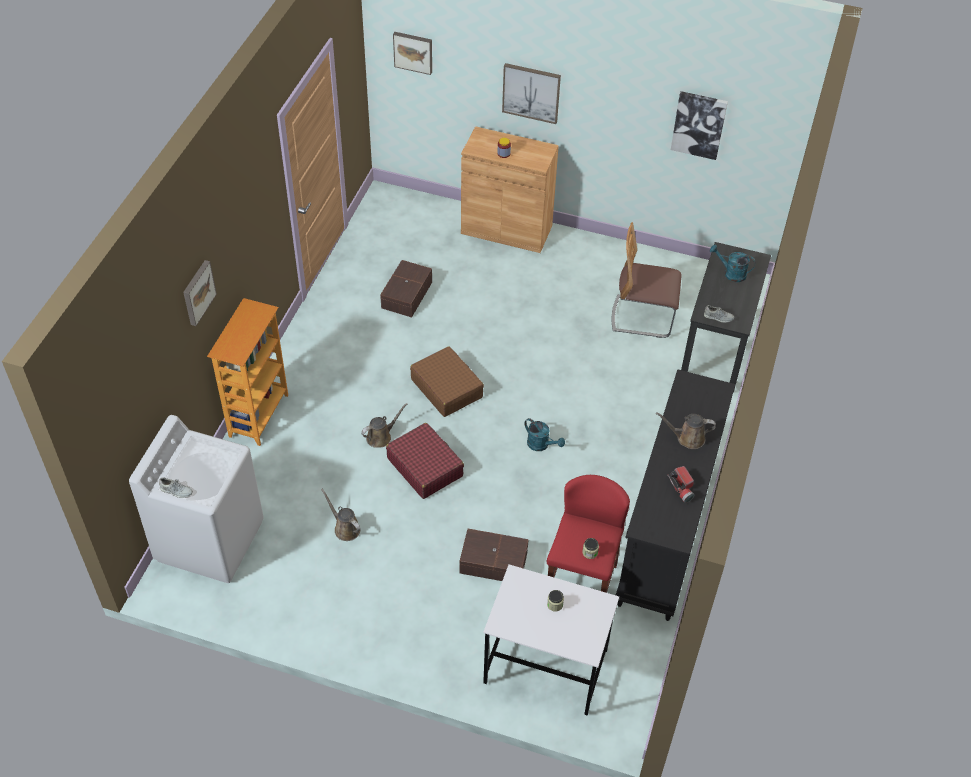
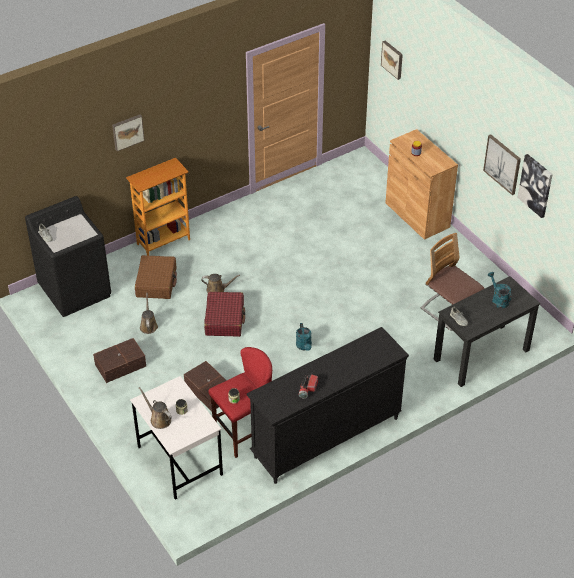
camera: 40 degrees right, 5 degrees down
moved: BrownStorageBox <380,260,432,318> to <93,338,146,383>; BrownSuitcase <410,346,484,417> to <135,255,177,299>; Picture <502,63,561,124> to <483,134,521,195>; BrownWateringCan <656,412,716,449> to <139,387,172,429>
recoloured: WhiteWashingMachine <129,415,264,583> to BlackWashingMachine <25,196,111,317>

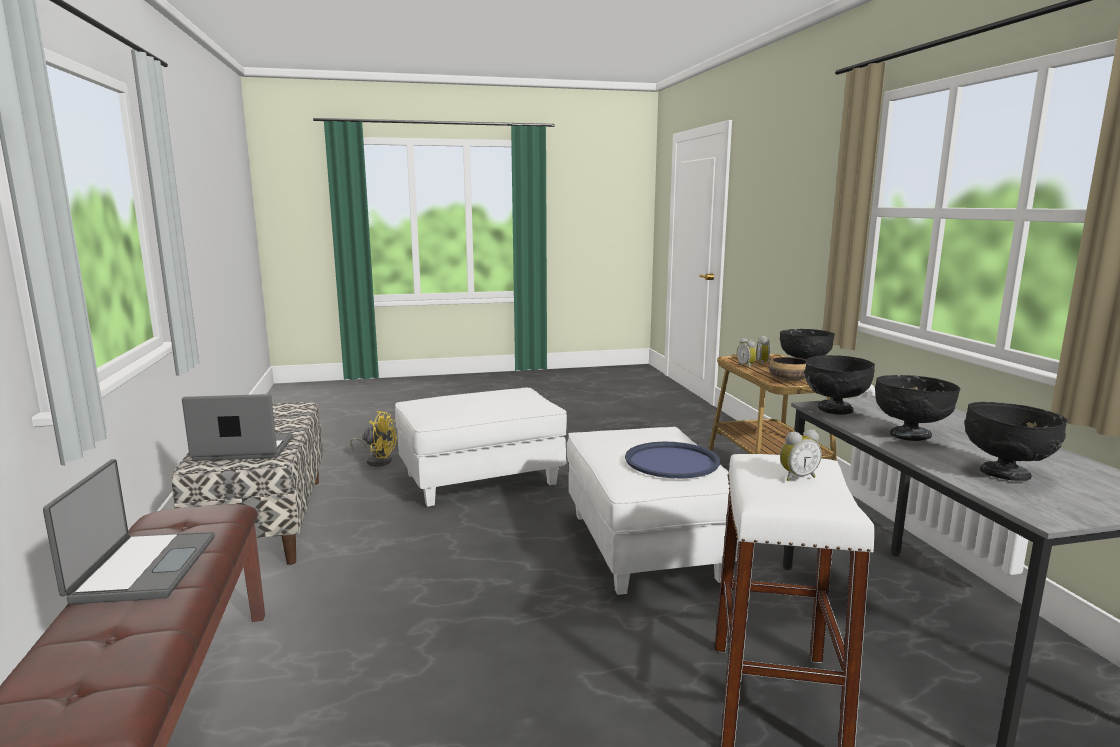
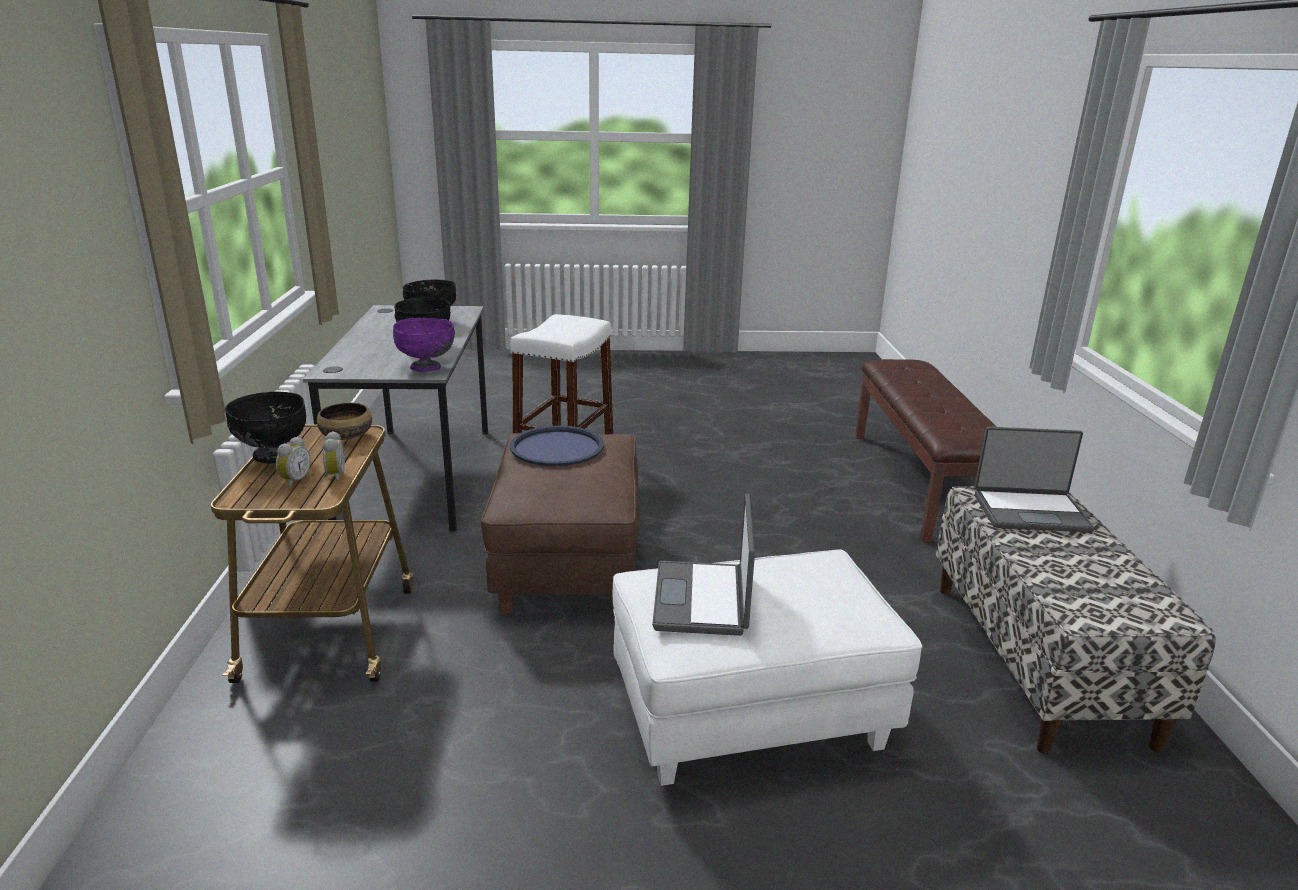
camera: 170 degrees left, 10 degrees up
removed: YellowFan <350,411,396,466>; AlarmClock <780,429,822,482>
moved: Laptop <43,459,215,604> to <652,494,755,636>
recoloured: WhiteOttoman <566,427,738,595> to BrownOttoman <481,433,639,614>; BlackBowl <804,355,875,414> to PurpleBowl <393,318,455,372>

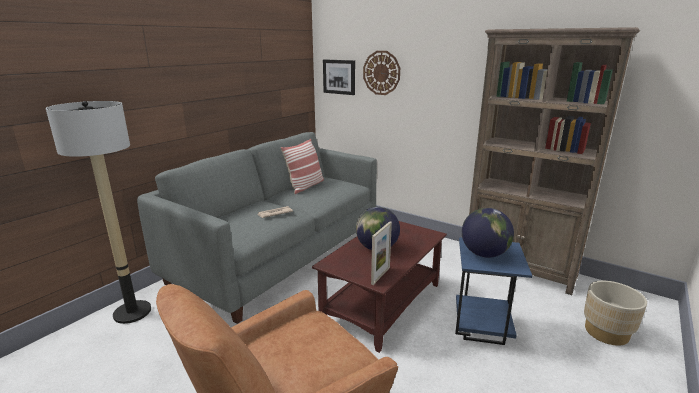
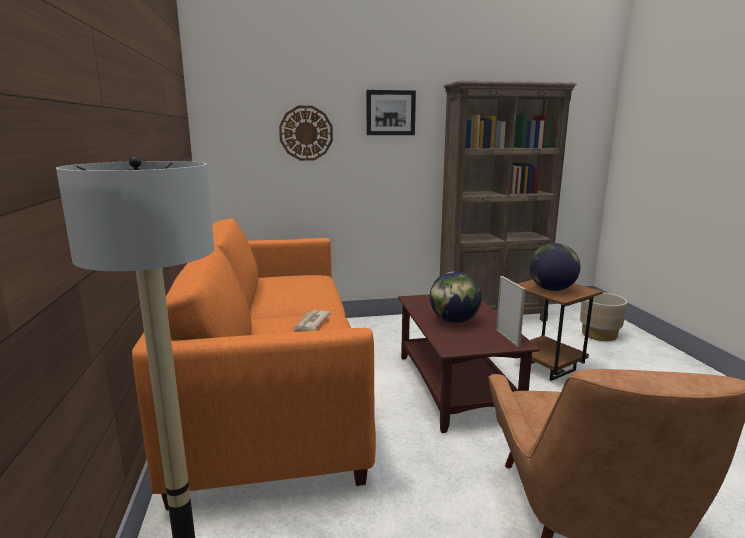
camera: 45 degrees left, 5 degrees down
removed: Pillow <281,139,324,194>
moved: Picture <323,59,355,95> to <366,90,416,135>
recoloured: GreySofa <137,132,377,324> to OrangeSofa <132,218,376,510>; BlueSideTable <455,237,532,345> to BrownSideTable <517,280,603,381>

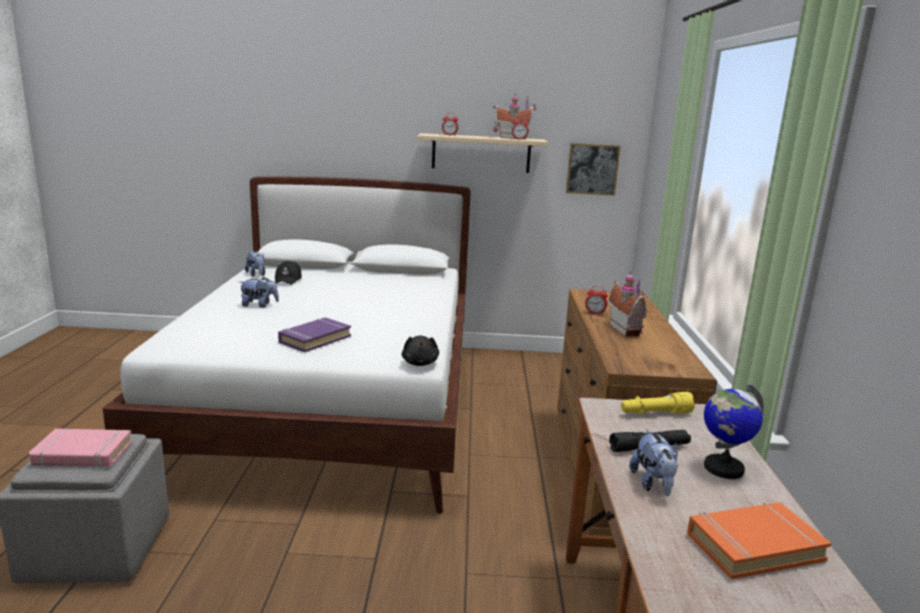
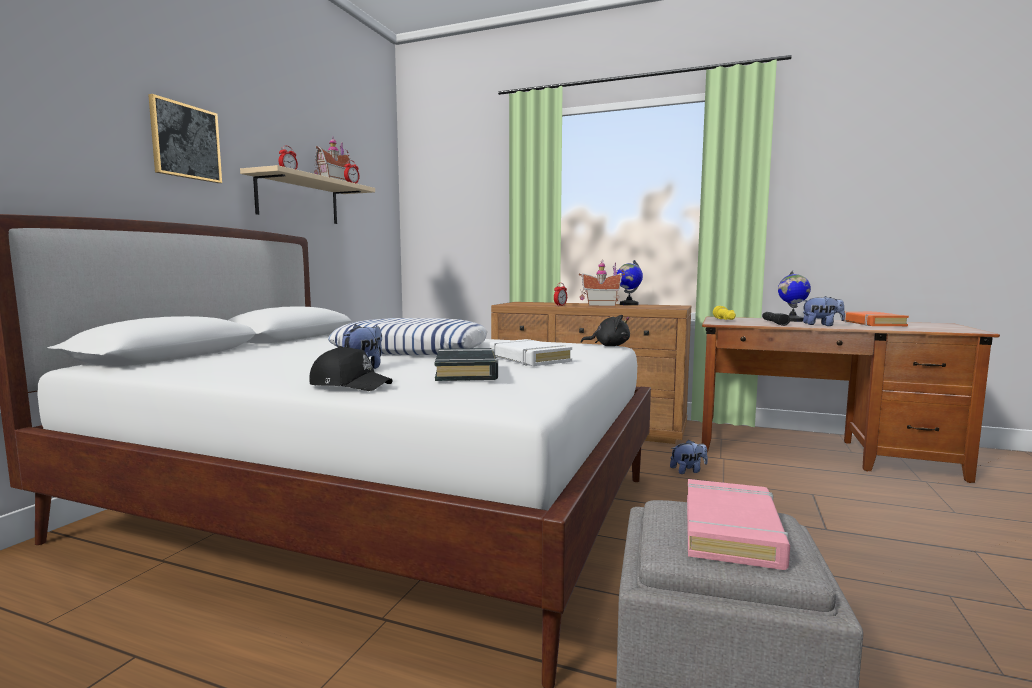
camera: 70 degrees left, 10 degrees down
added: Pillow <328,318,487,355>; BlackBook <435,348,498,381>; Globe <617,260,643,305>
moved: PlushToy <245,251,265,277> to <670,440,708,474>; BlackCap <275,261,302,285> to <309,346,393,391>; Picture <566,143,621,196> to <148,94,222,183>
recoloured: PurpleBook <278,317,351,353> to WhiteBook <490,339,572,366>

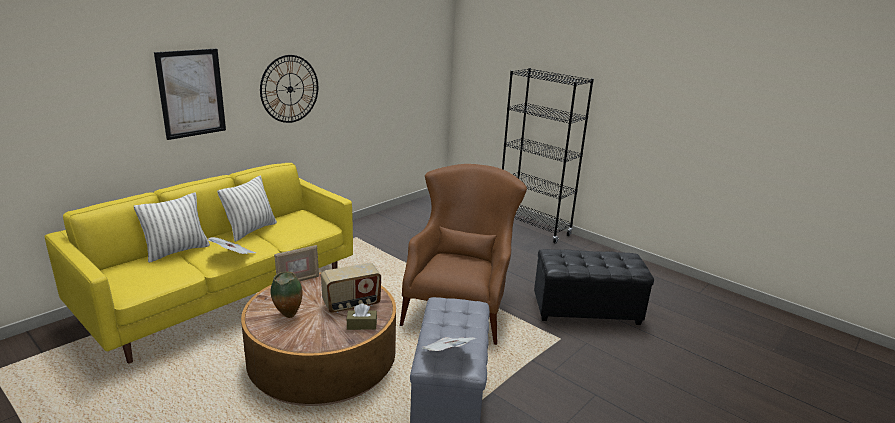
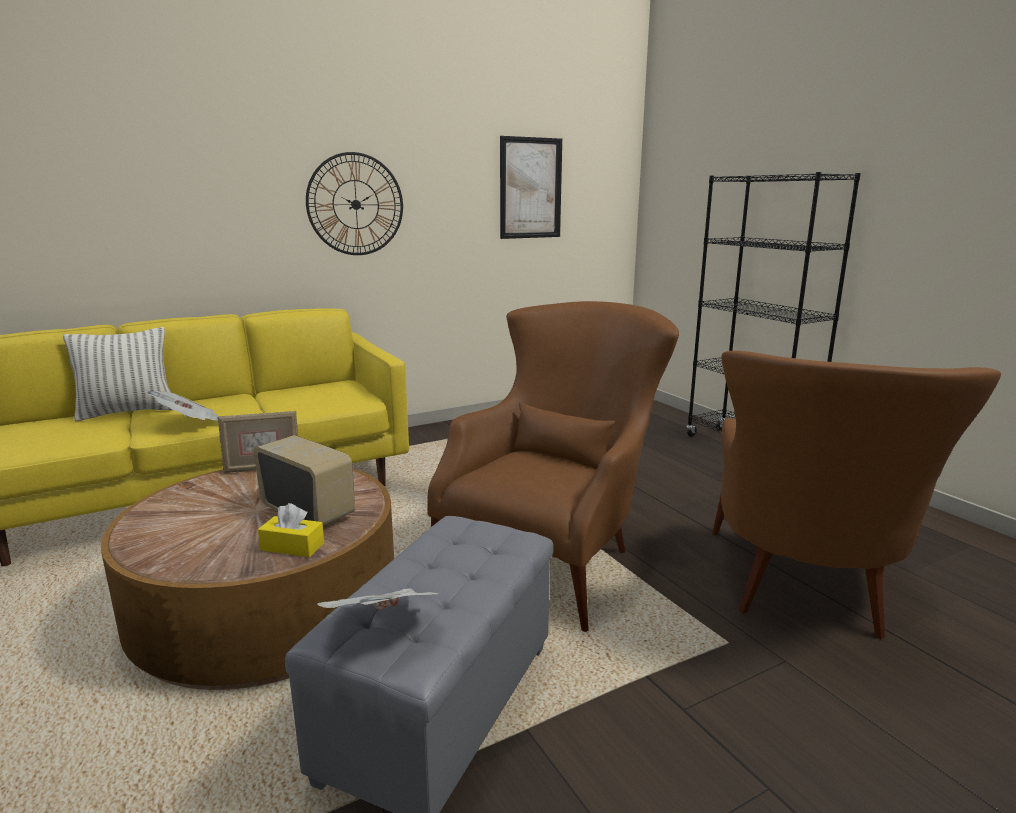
camera: 20 degrees right, 5 degrees down
removed: Pillow <217,176,277,242>; Vase <270,271,302,318>
moved: Picture <154,49,226,140> to <500,136,562,239>
replaced: BlackOttoman <534,249,654,325> to BrownArmchair <712,351,1001,639>
recoloured: BrownTissueBox <346,303,377,330> to YellowTissueBox <258,503,324,557>
turned: Radio <321,263,381,313> = <254,435,355,526> 135 degrees counterclockwise

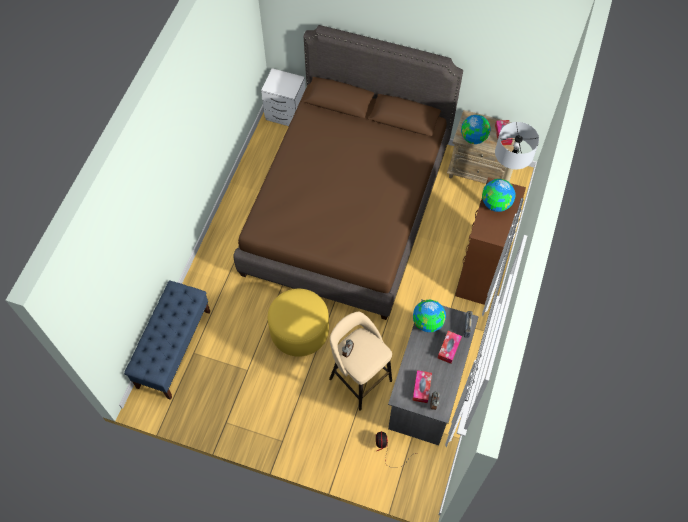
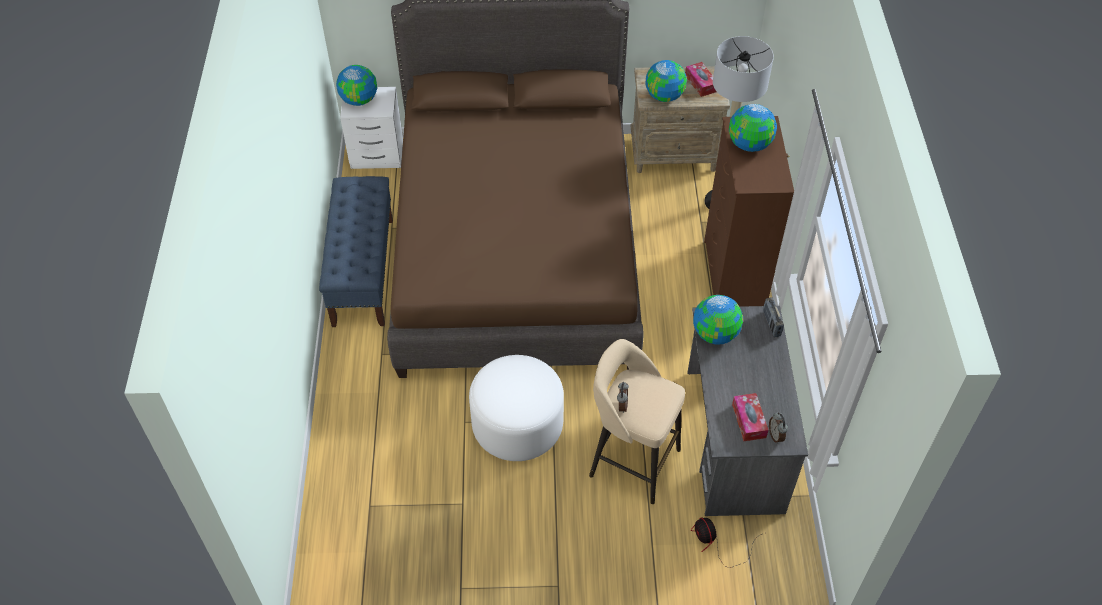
camera: 20 degrees left, 10 degrees down
removed: TissueBox <438,331,462,364>
added: Globe <336,65,377,106>
moved: BlueBench <124,281,210,400> to <319,176,393,327>
recoloured: YellowOttoman <268,289,329,357> to WhiteOttoman <469,355,564,461>

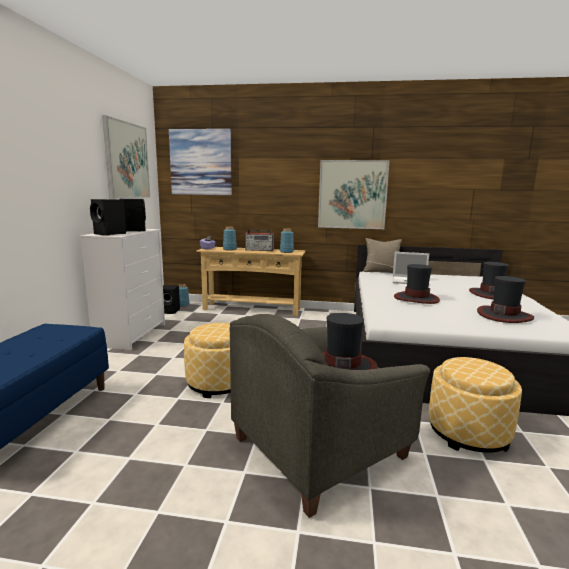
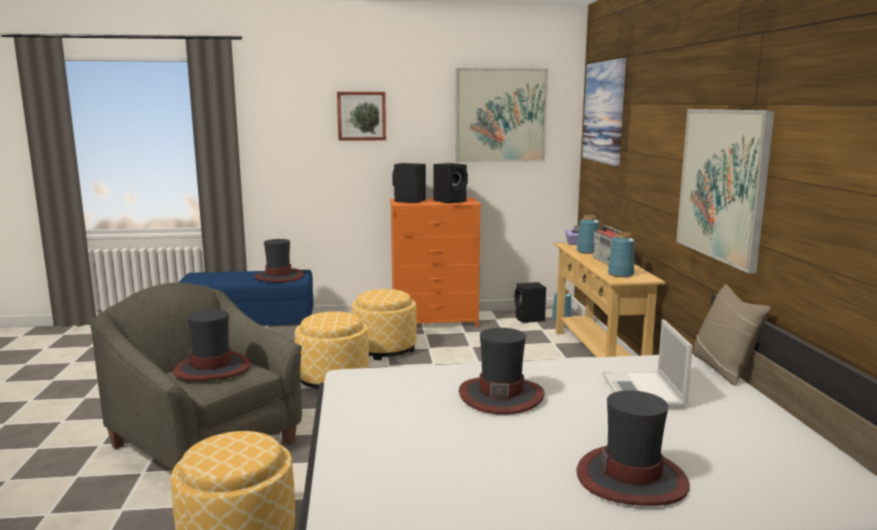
camera: 75 degrees right, 0 degrees up
added: Picture <337,92,386,141>; Ottoman <352,289,417,360>
moved: Hat <477,276,534,323> to <254,239,303,282>
recoloured: WhiteDresser <80,229,165,350> to OrangeDresser <390,198,481,327>

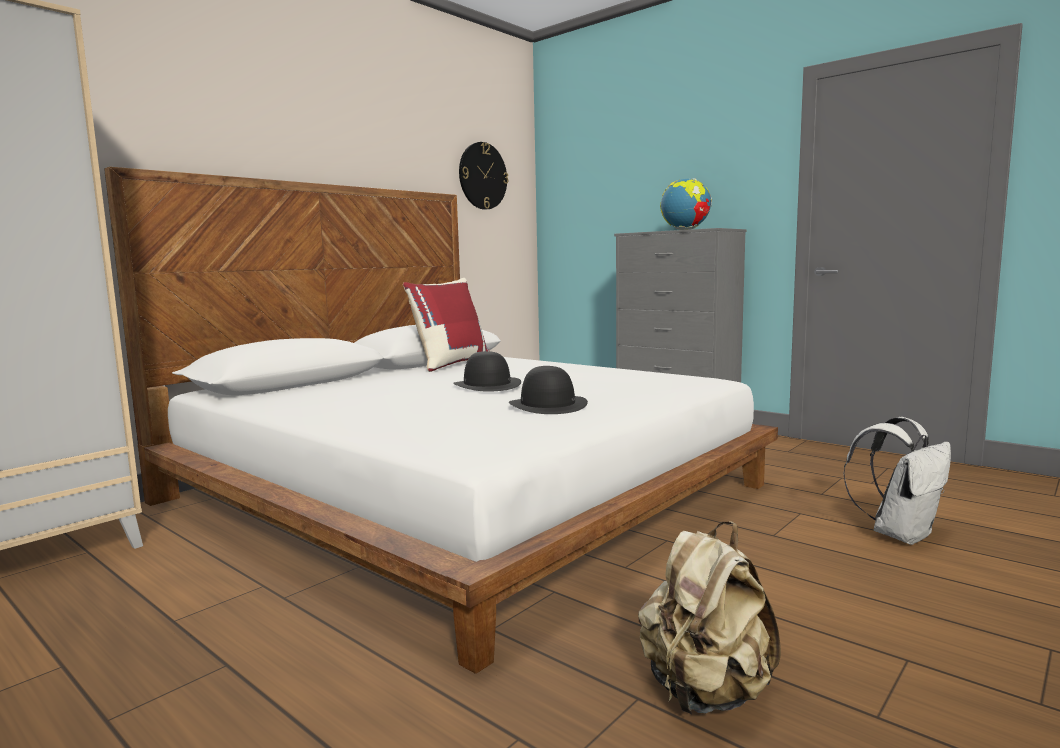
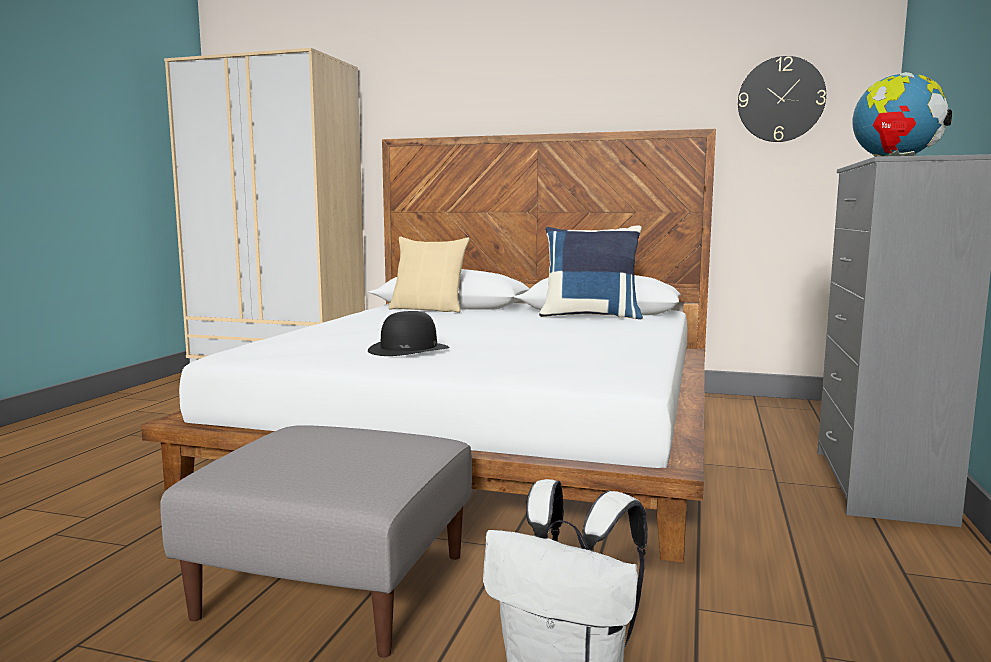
camera: 65 degrees right, 0 degrees up
removed: BlackHat <453,351,521,392>; BeigeBackpack <638,522,781,714>
added: GreyOttoman <160,425,472,657>; BeigePillow <389,237,470,313>
recoloured: RedPillow <403,278,489,372> to BluePillow <539,226,643,319>

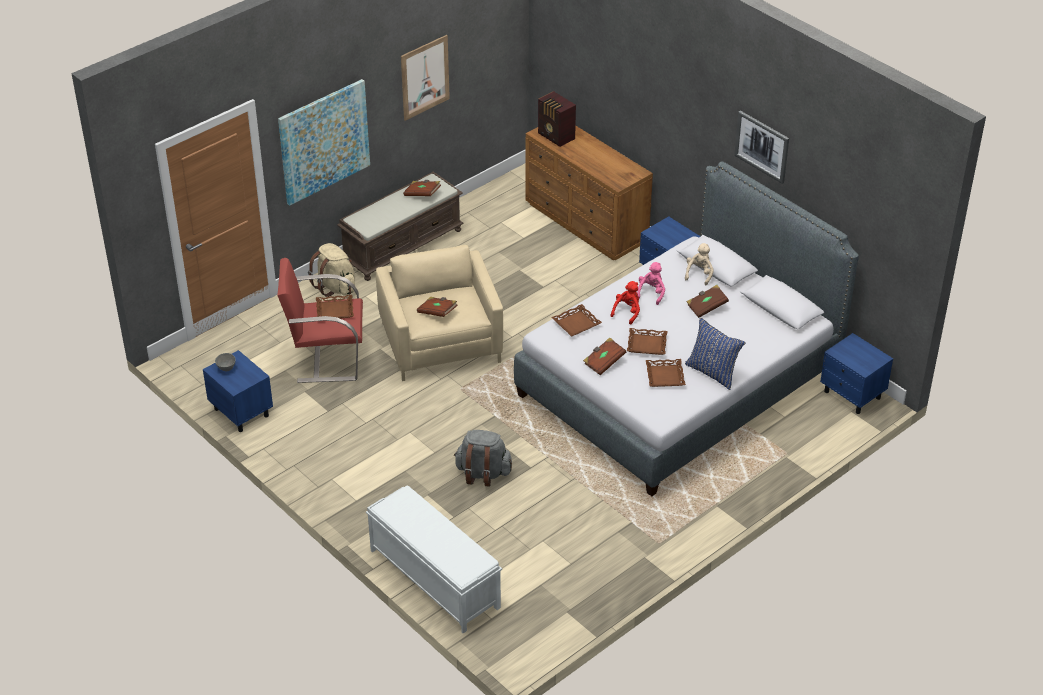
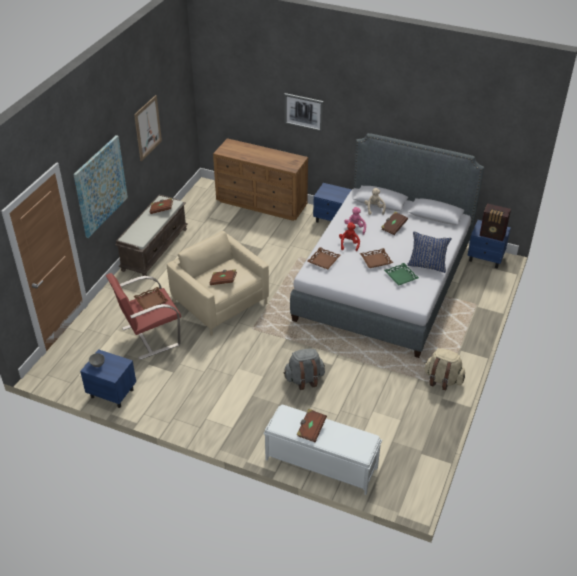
camera: 25 degrees left, 0 degrees up
moved: BeigeBackpack <308,243,355,297> to <424,348,465,390>; Radio <538,91,576,147> to <480,203,511,241>; BrownBook <583,337,626,375> to <297,409,327,442>; Picture <734,111,789,184> to <284,93,324,132>
recoloured: BrownTray <646,359,686,387> to GreenTray <384,263,419,286>

